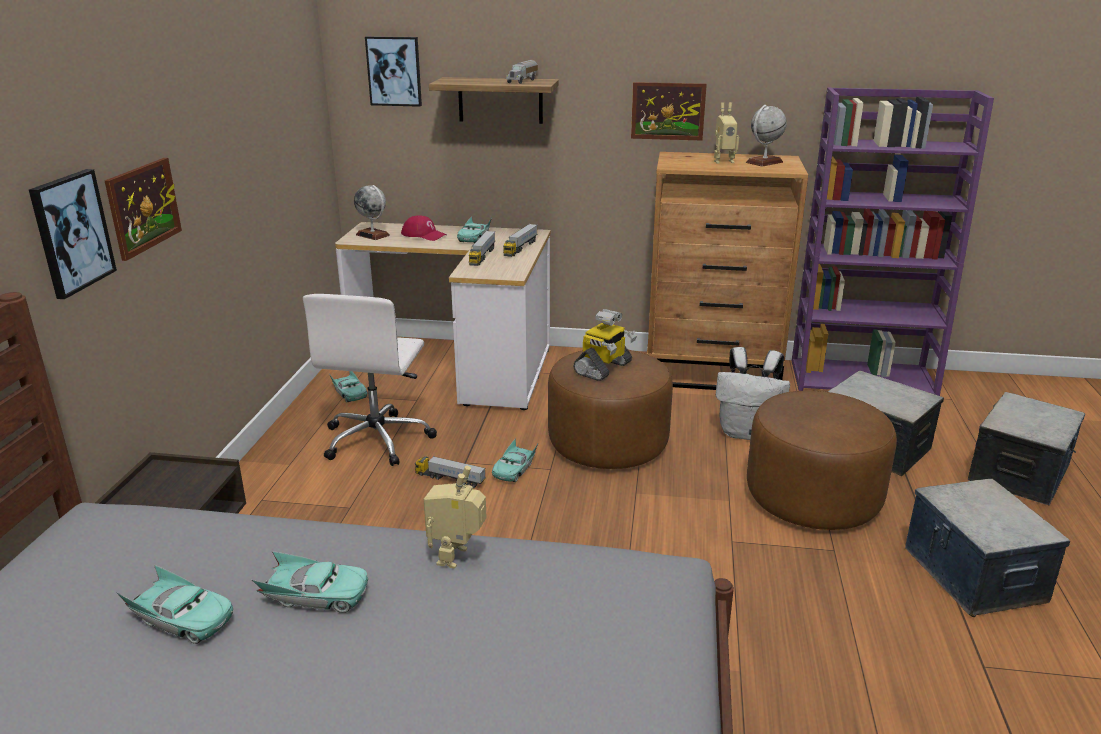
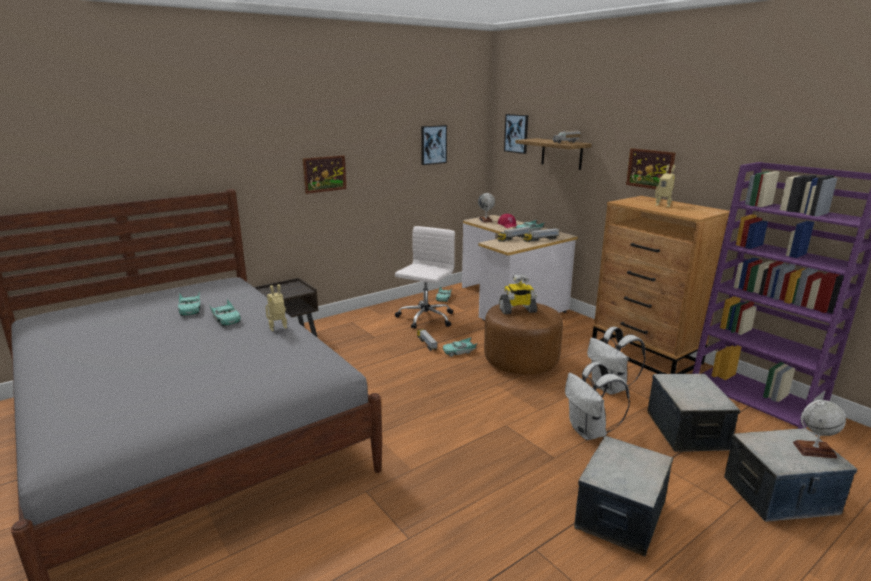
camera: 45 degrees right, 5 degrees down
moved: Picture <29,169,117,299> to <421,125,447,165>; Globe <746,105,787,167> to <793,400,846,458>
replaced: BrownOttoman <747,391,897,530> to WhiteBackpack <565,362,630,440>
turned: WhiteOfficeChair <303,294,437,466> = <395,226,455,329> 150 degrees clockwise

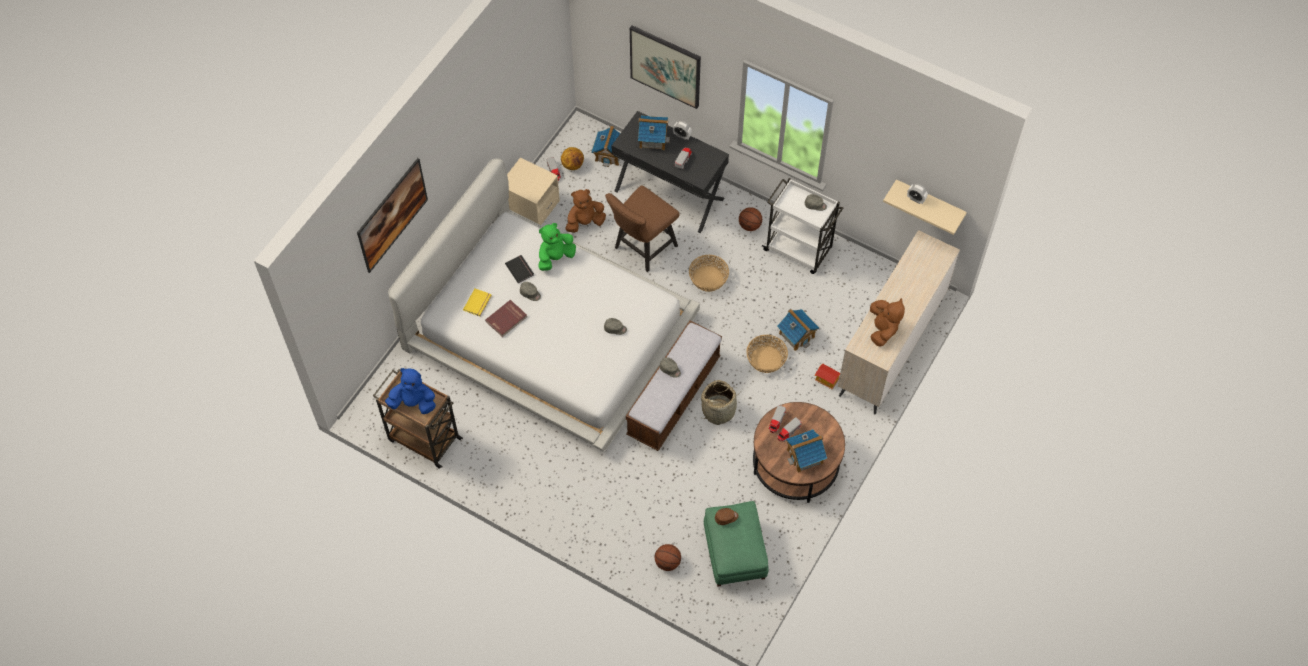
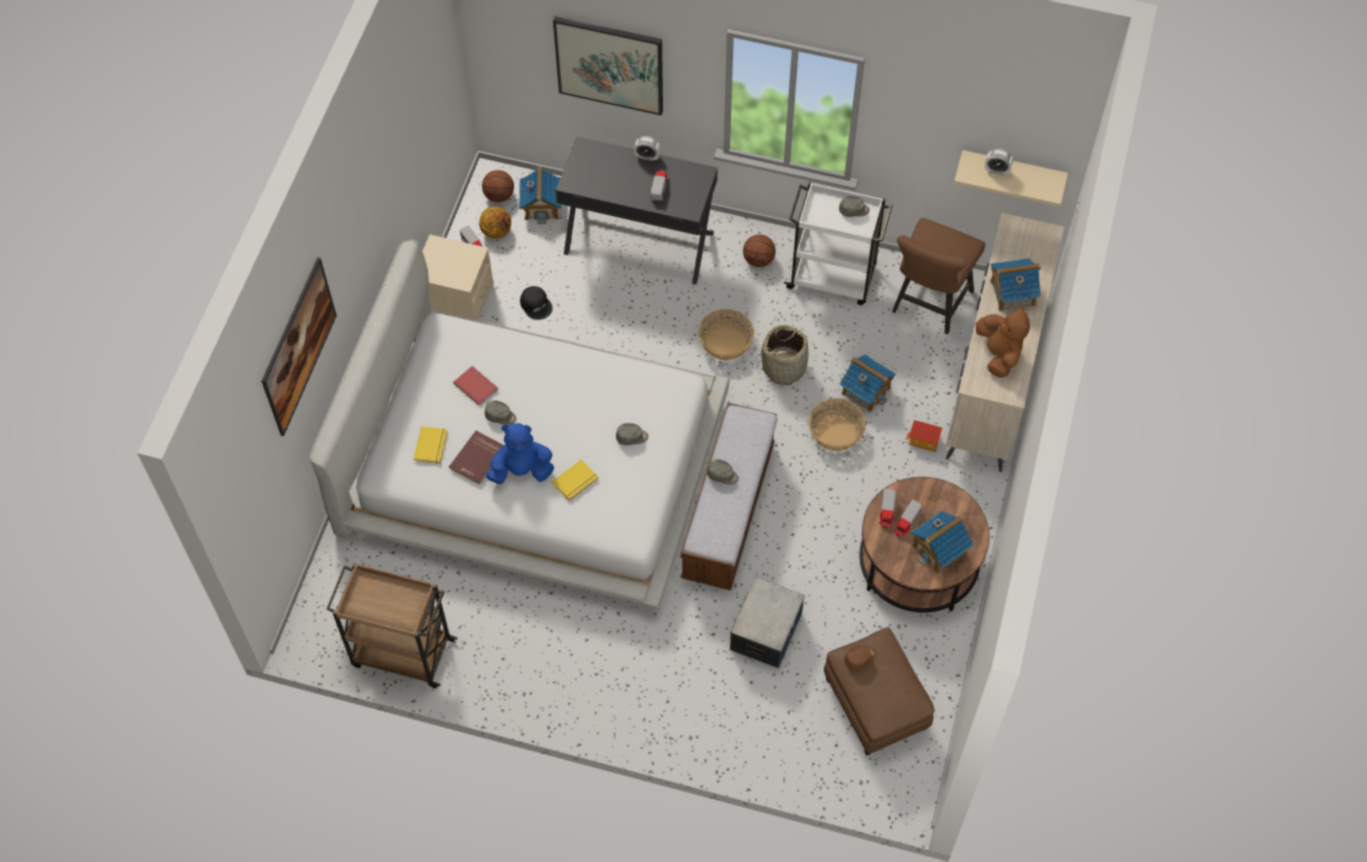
camera: 15 degrees left, 0 degrees up
removed: GreenPlushToy <539,223,576,271>
added: YellowBook <552,460,598,501>; StorageBox <730,577,805,668>
moved: BluePlushToy <385,368,436,414> to <486,423,554,484>; BrownChair <605,185,680,272> to <892,218,985,334>; ToyHouse <638,115,670,150> to <990,258,1041,311>; Basketball <655,544,681,571> to <482,170,514,202>; Basket <701,380,740,425> to <761,325,808,385>
replaced: BrownPlushToy <565,189,606,233> to BlackCap <520,286,553,320>
recoloured: BlackBook <505,255,534,283> to RedBook <453,366,498,406>; GreenOttoman <704,501,769,587> to BrownOttoman <824,627,935,756>

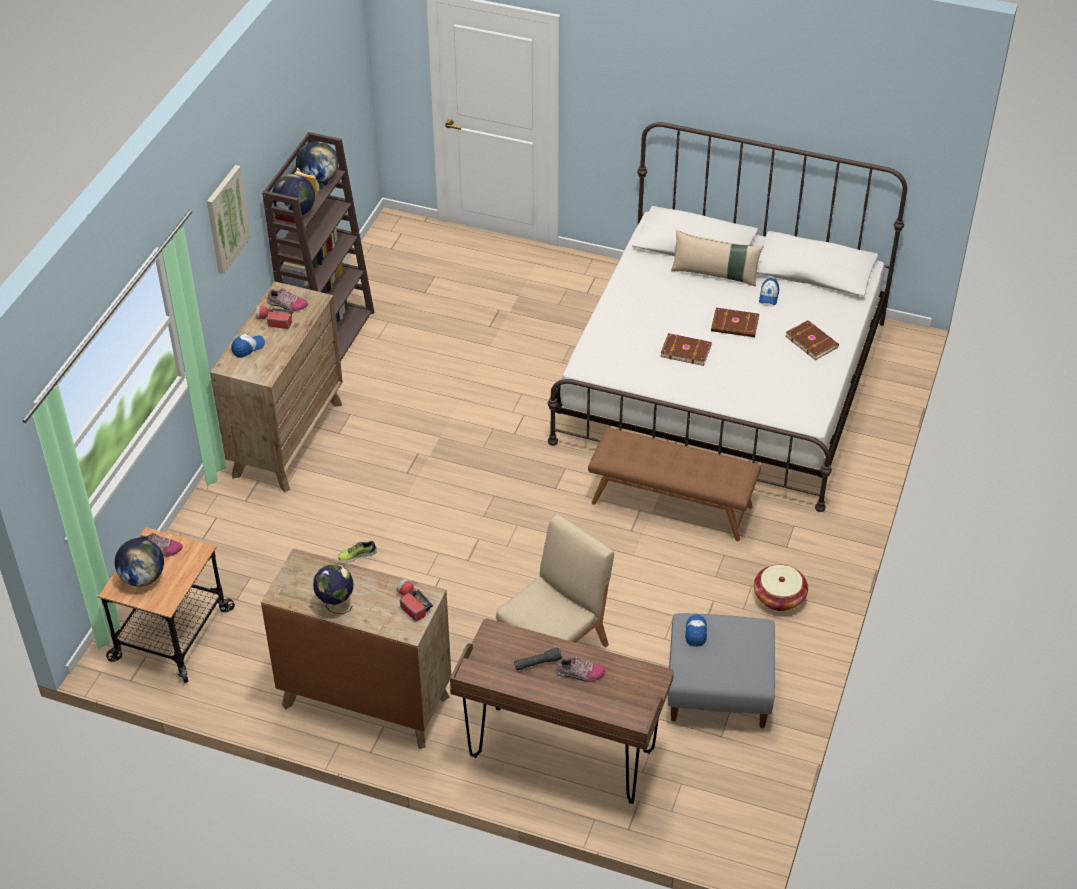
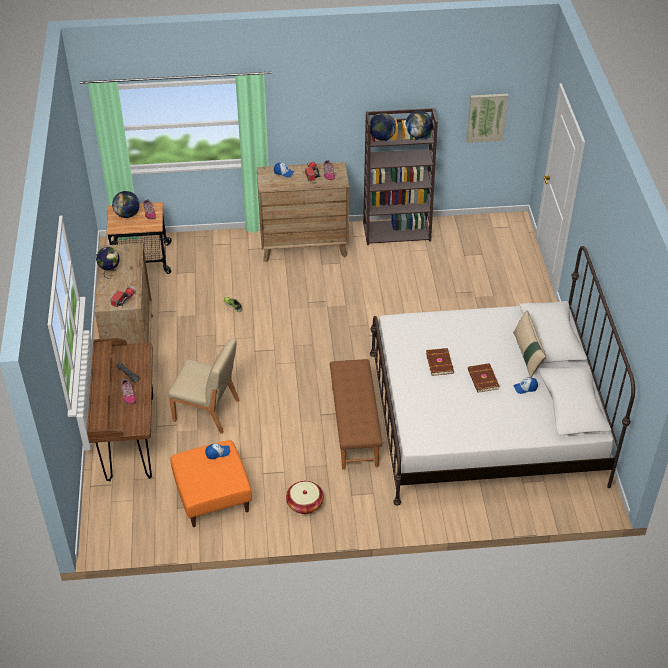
camera: 65 degrees right, 0 degrees up
removed: BrownBook <785,320,839,360>
moved: Picture <207,165,251,274> to <466,94,509,143>
recoloured: GreyOttoman <668,613,775,728> to OrangeOttoman <170,440,252,527>

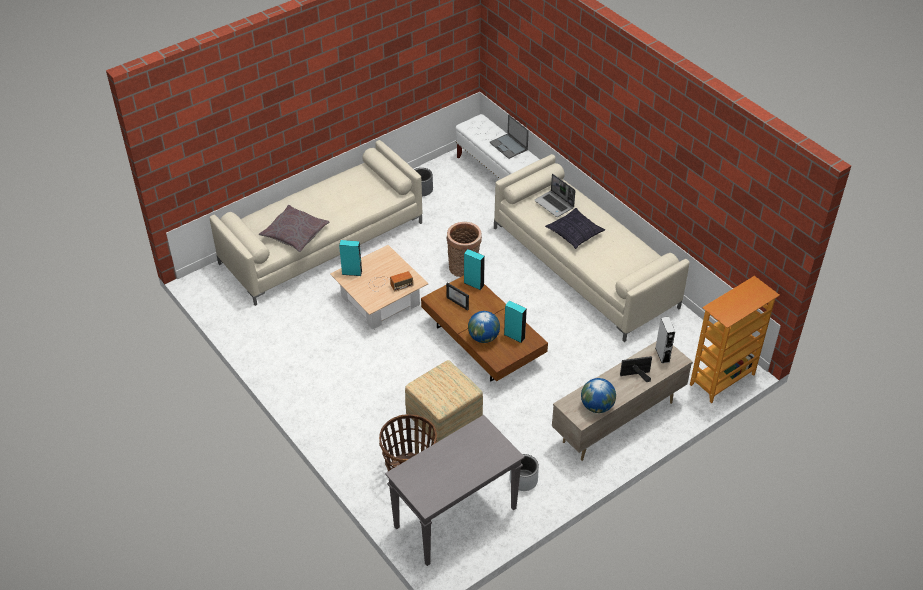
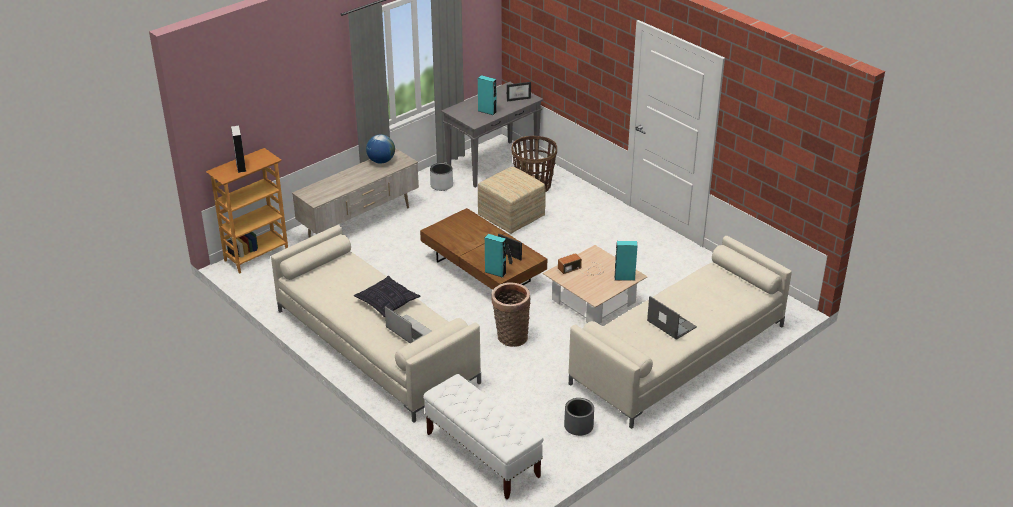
camera: 175 degrees right, 10 degrees down
removed: GreyPillow <259,205,330,252>; Globe <468,311,500,343>
moved: Laptop <489,114,529,159> to <647,296,697,340>; TurquoiseSpeaker <504,301,527,343> to <478,75,497,115>; PictureFrame <620,356,652,382> to <506,82,531,101>; GreySpeaker <655,316,675,363> to <231,126,246,173>

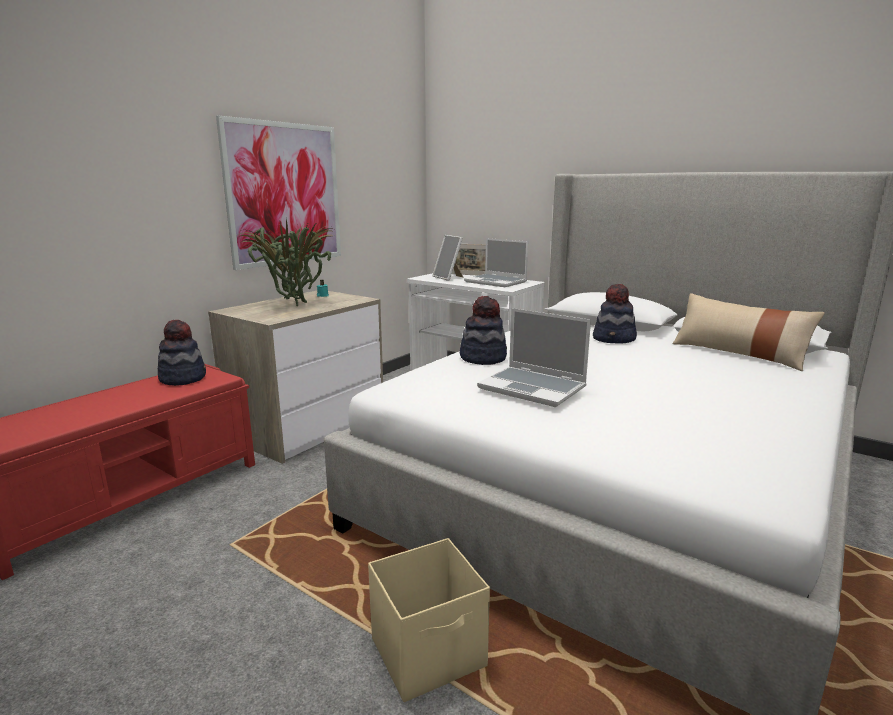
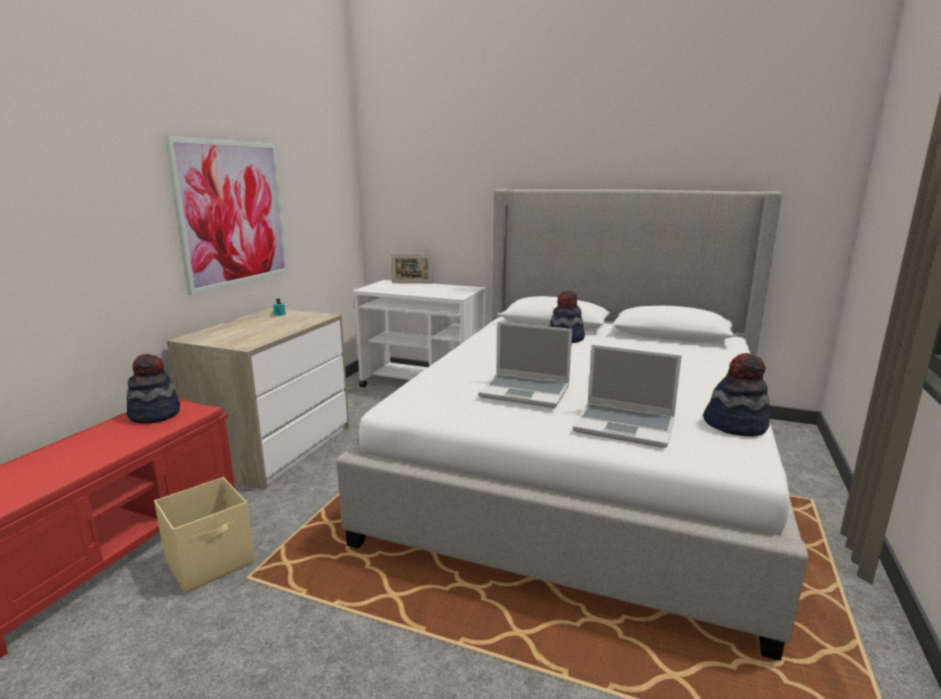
camera: 15 degrees left, 0 degrees up
removed: PottedPlant <238,219,335,306>; PictureFrame <432,235,464,281>; BeigePillow <673,293,825,371>
moved: BeigeStorageBox <368,538,490,702> to <154,477,255,593>; Hat <460,296,507,365> to <703,353,770,437>; Laptop <464,238,528,287> to <573,345,682,448>

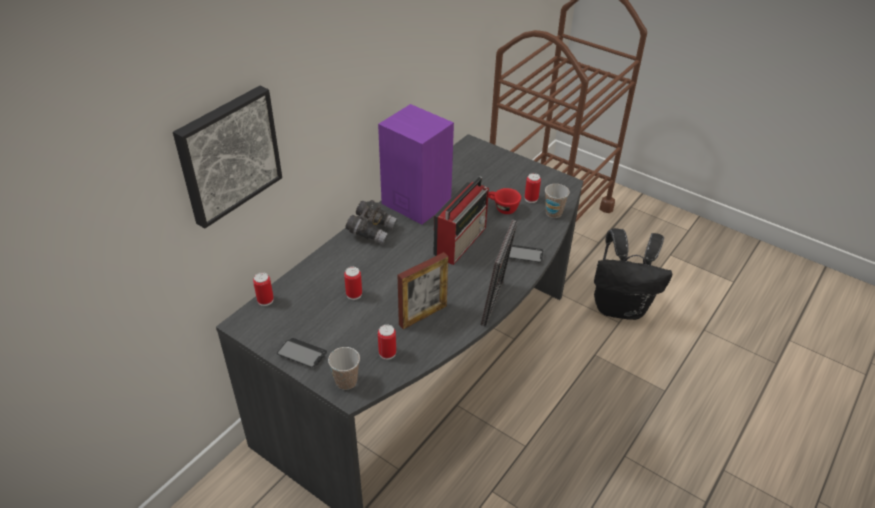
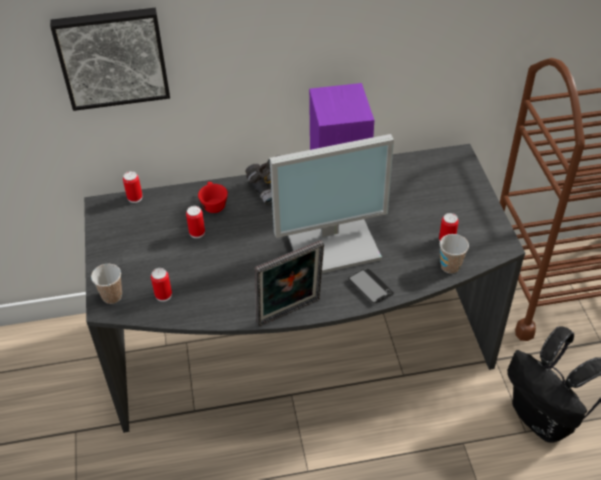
camera: 45 degrees right, 5 degrees up
removed: Phone <277,338,327,368>; PictureFrame <398,252,448,329>
moved: RedCup <488,188,521,214> to <198,182,228,213>
replaced: Radio <433,177,489,265> to Monitor <270,134,394,273>

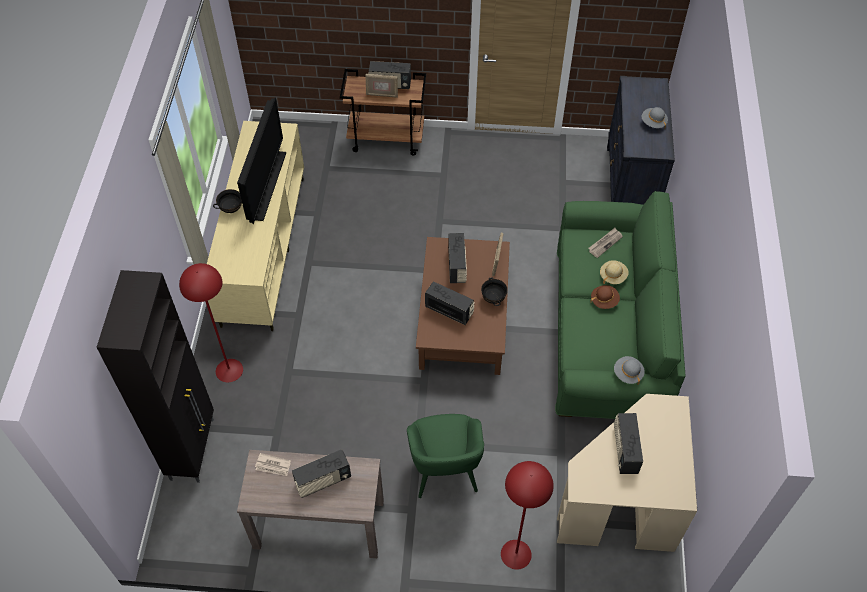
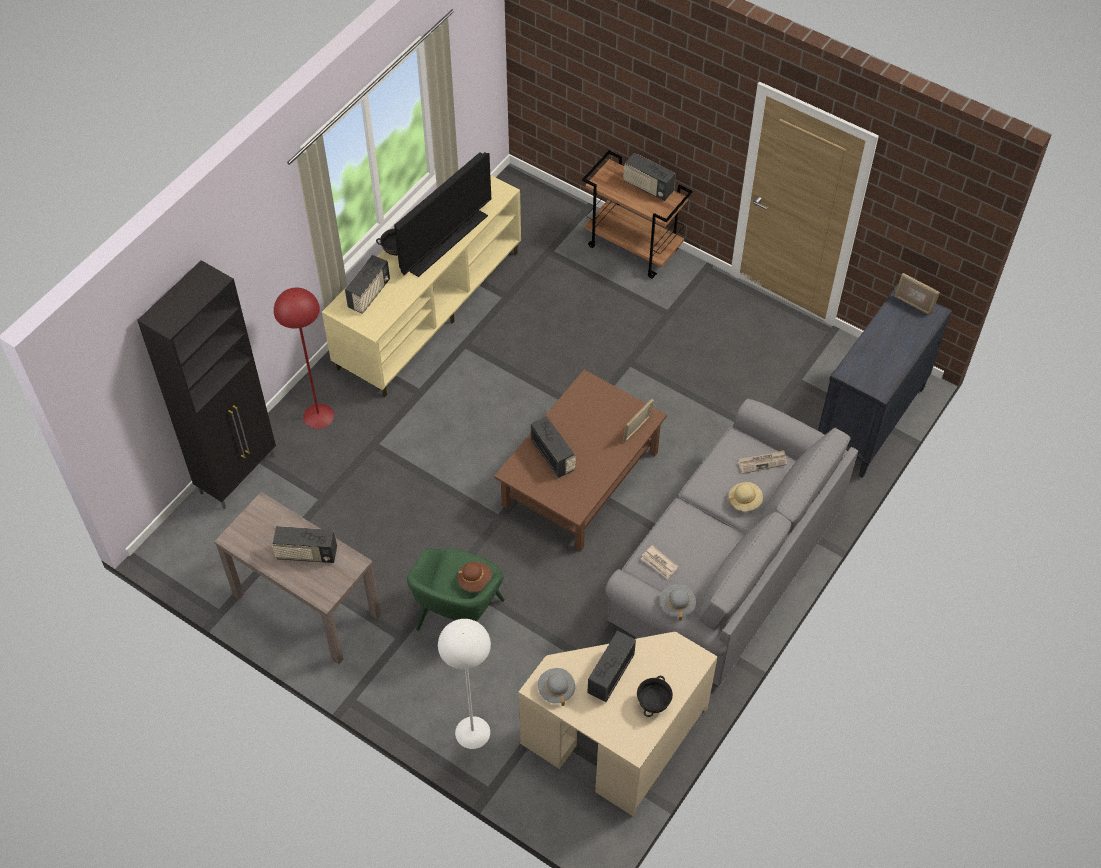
camera: 30 degrees right, 0 degrees up
moved: Newspaper <255,453,291,476> to <641,545,678,579>; PictureFrame <365,74,398,98> to <894,273,940,316>; Radio <448,233,467,283> to <345,255,390,314>; BlackBowl <481,278,508,306> to <637,676,673,717>; BrownHat <591,285,620,309> to <458,562,492,592>; GreyHat <642,107,668,129> to <538,668,575,706>
recoloured: RedFloorLamp <501,461,554,570> to WhiteFloorLamp <438,619,491,749>; GreenSofa <555,191,686,419> to GreySofa <605,399,858,686>

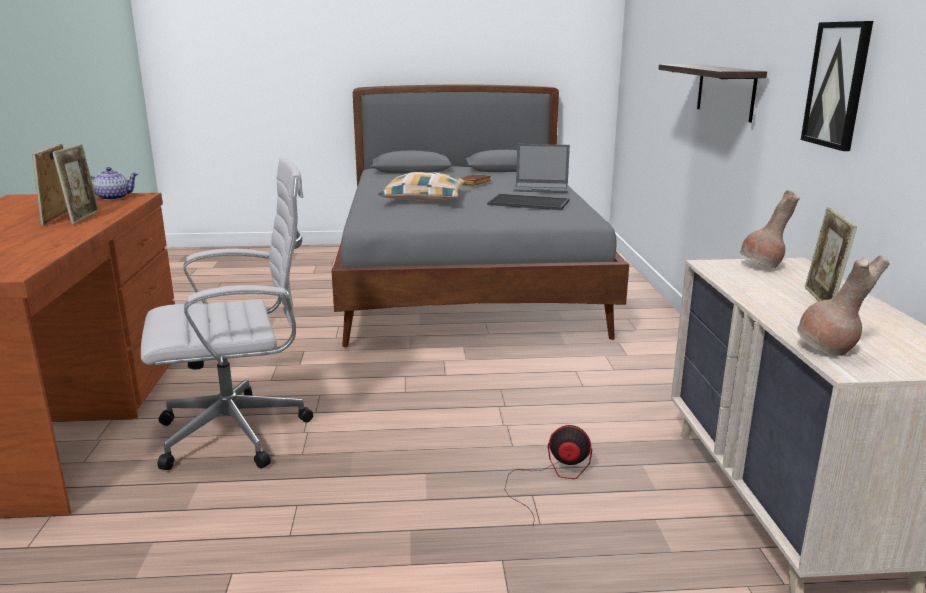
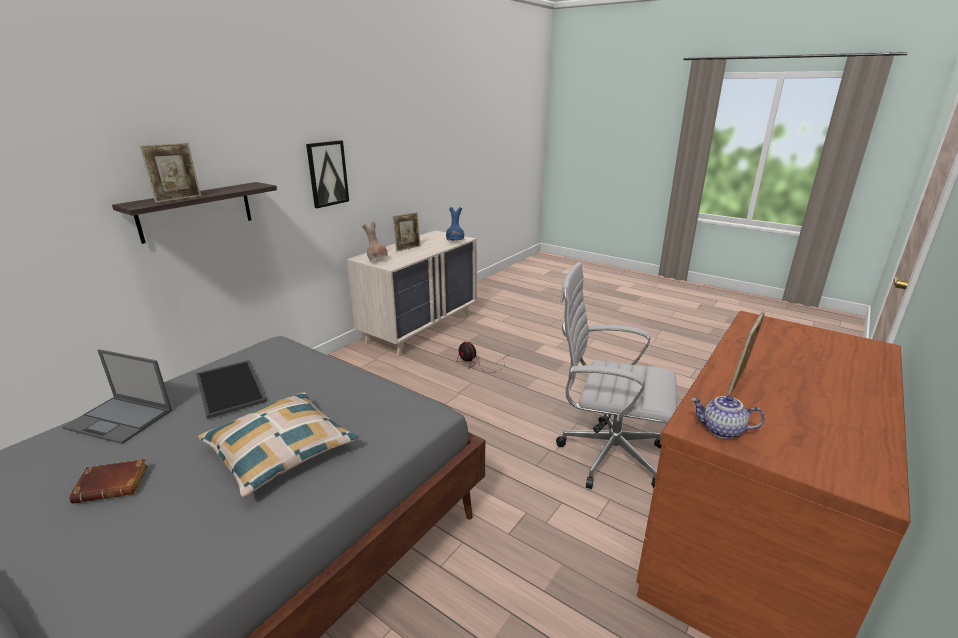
camera: 140 degrees left, 5 degrees up
moved: PictureFrame <32,144,68,226> to <140,143,201,203>
recoloured: BrownVase <797,255,890,356> to BlueVase <446,207,464,240>
turned: Laptop <514,144,570,193> = <62,349,172,444> 150 degrees clockwise

